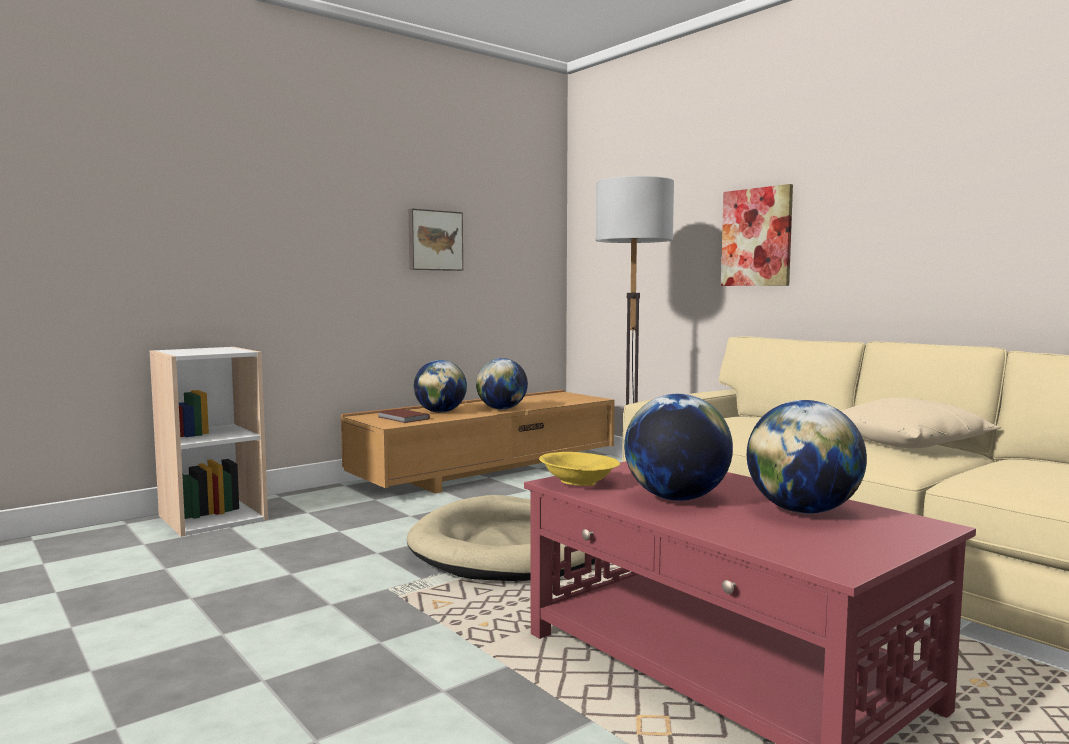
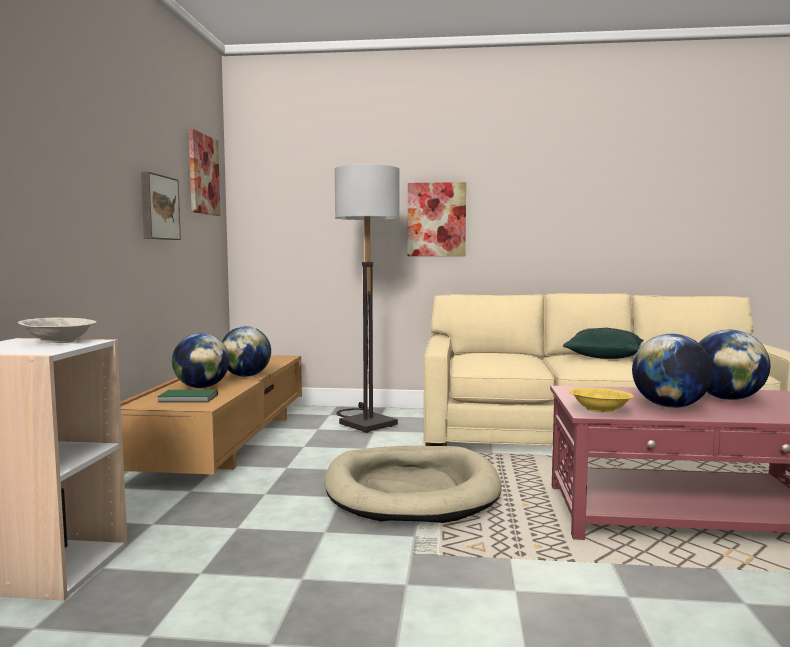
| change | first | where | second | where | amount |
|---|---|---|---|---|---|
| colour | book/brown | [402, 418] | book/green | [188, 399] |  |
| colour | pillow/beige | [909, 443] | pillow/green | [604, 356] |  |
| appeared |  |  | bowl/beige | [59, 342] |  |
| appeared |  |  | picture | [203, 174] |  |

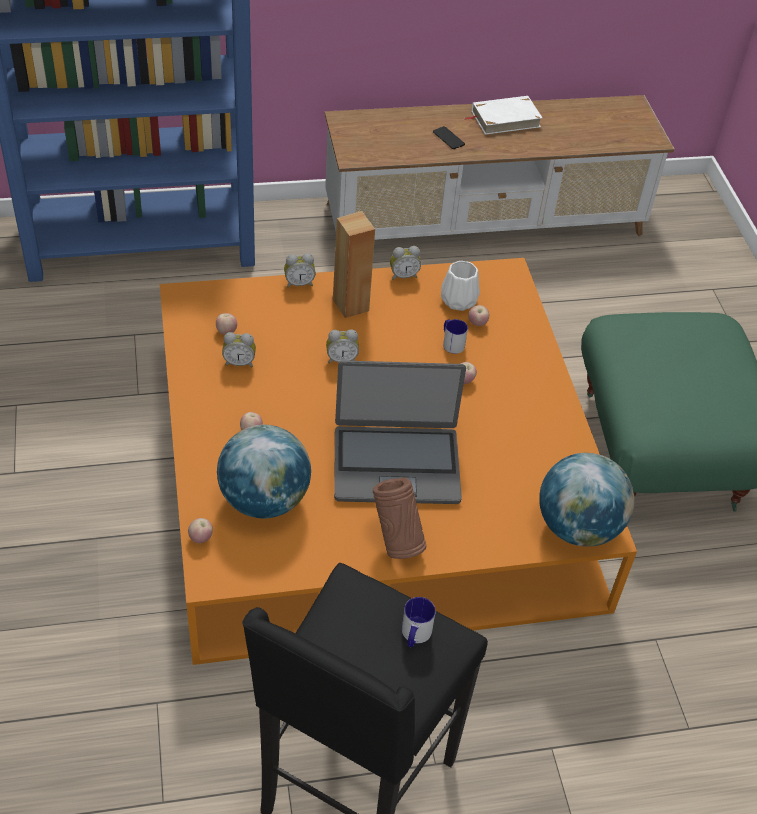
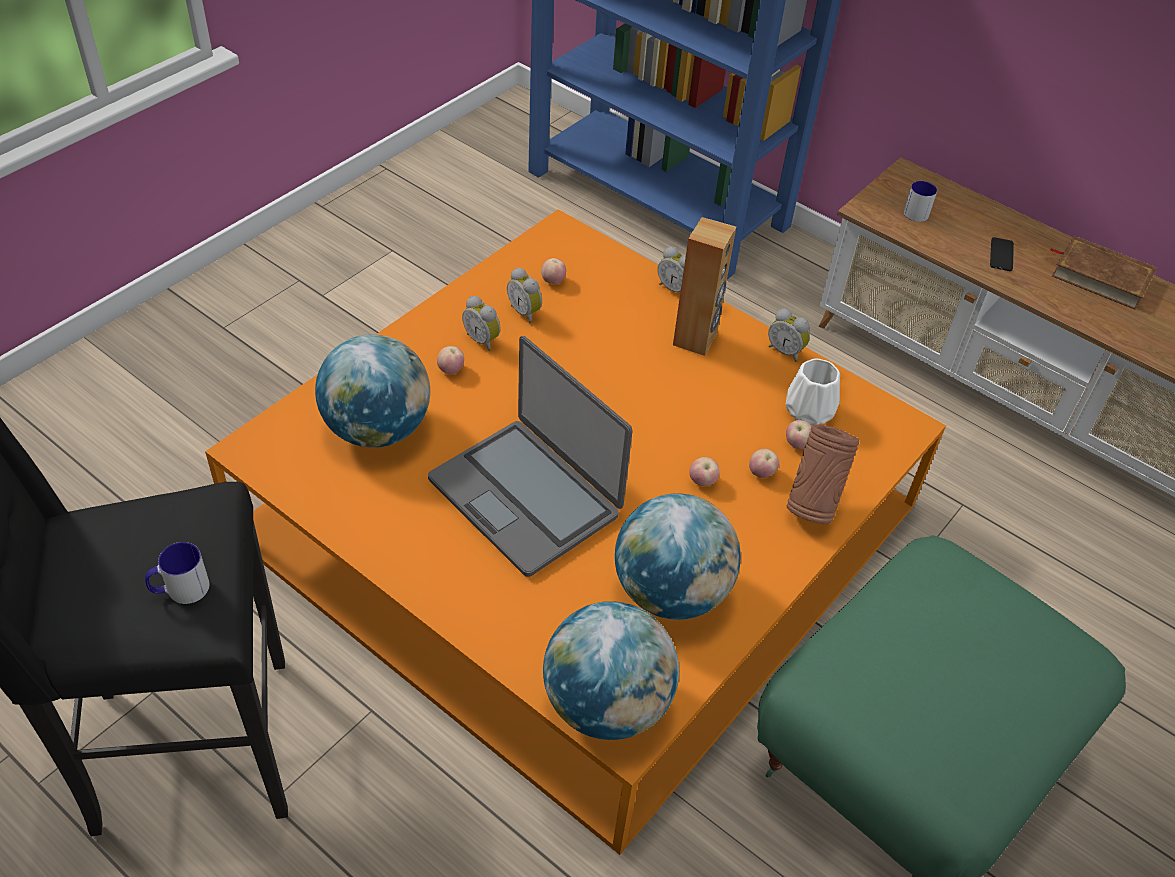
| change | first | where | second | where | amount |
|---|---|---|---|---|---|
| relocated | apple | [201, 538] |  | [761, 473] |  |
| relocated | alarm clock | [341, 359] |  | [483, 340] |  |
| relocated | vase/brown | [396, 541] |  | [812, 504] |  |
| relocated | mug | [451, 343] |  | [917, 211] |  |
| colour | book/white | [505, 119] | book/brown | [1100, 277] |  |
| appeared |  |  | globe | [671, 592] |  |

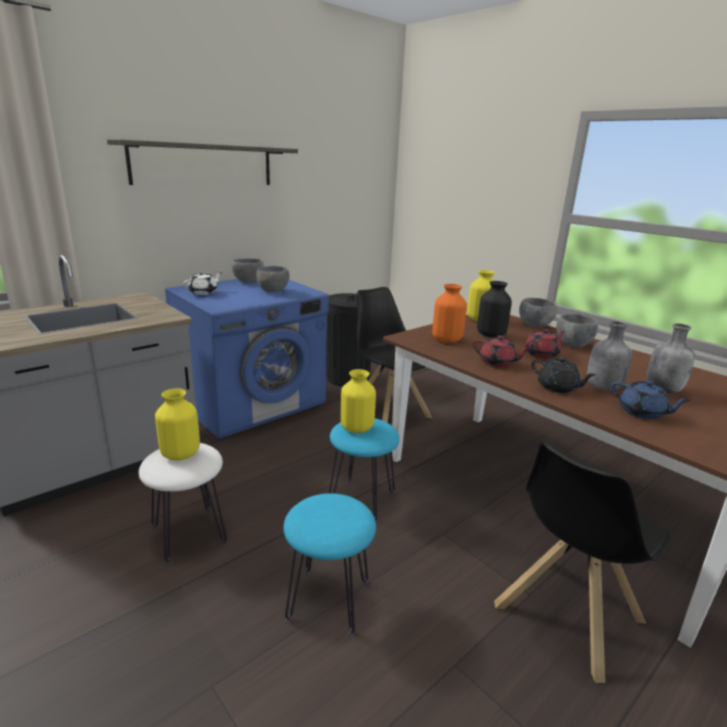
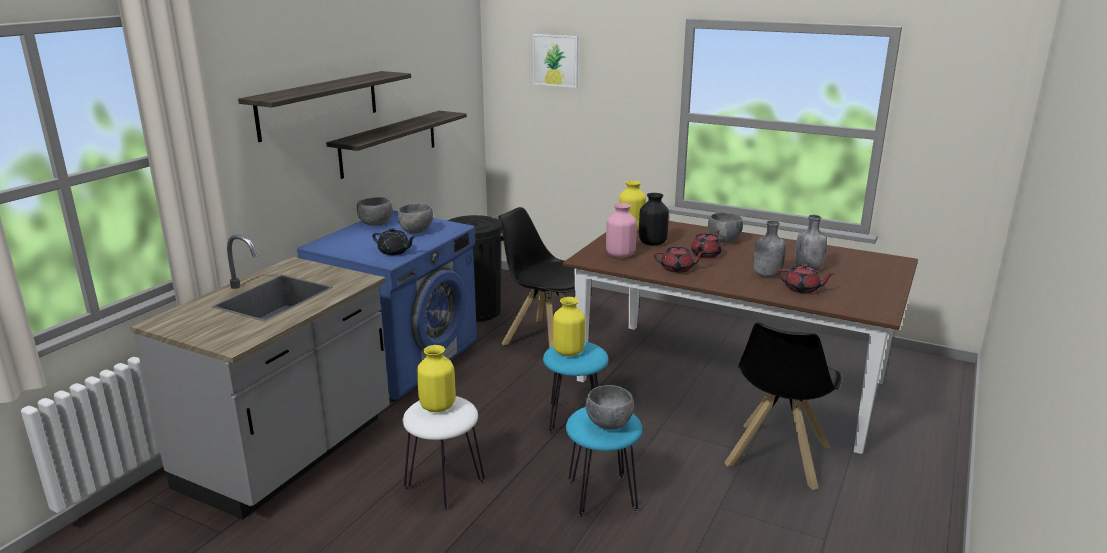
| change | first | where | second | where | amount |
|---|---|---|---|---|---|
| missing | teapot/white | [204, 292] |  |  |  |
| colour | vase/orange | [446, 340] | vase/pink | [620, 255] |  |
| relocated | bowl/grey | [534, 325] |  | [608, 424] |  |
| relocated | teapot/black | [557, 387] |  | [394, 252] |  |
| colour | teapot/blue | [642, 413] | teapot/red | [802, 289] |  |
| appeared |  |  | shelf | [389, 143] |  |
| appeared |  |  | picture | [556, 60] |  |

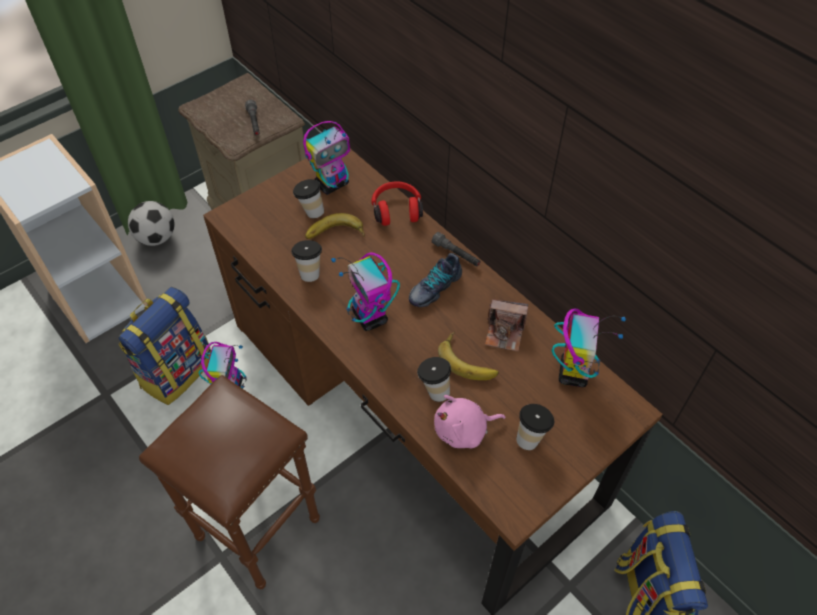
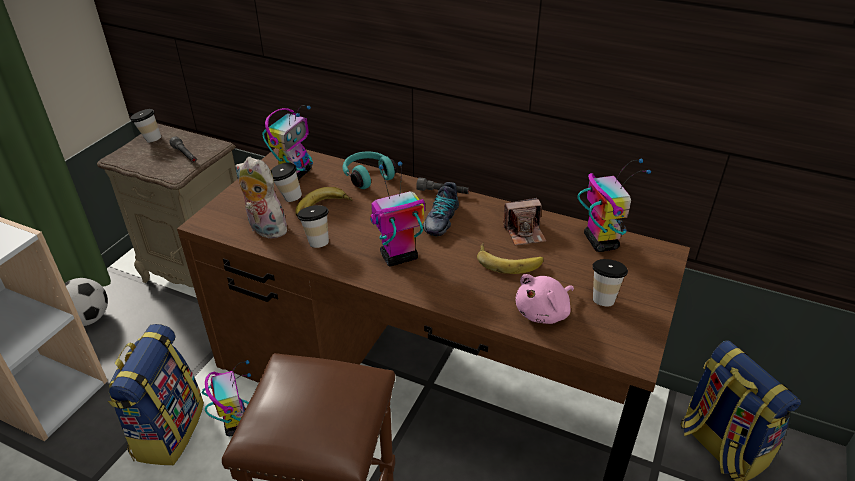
| change | first | where | second | where | amount |
|---|---|---|---|---|---|
| spun | toy robot | [370, 317] |  | [398, 257] | 120 degrees clockwise |
| colour | headphones/red | [396, 210] | headphones/turquoise | [367, 176] |  |
| relocated | cup | [434, 390] |  | [149, 139] |  |
| appeared |  |  | plush toy | [264, 229] |  |

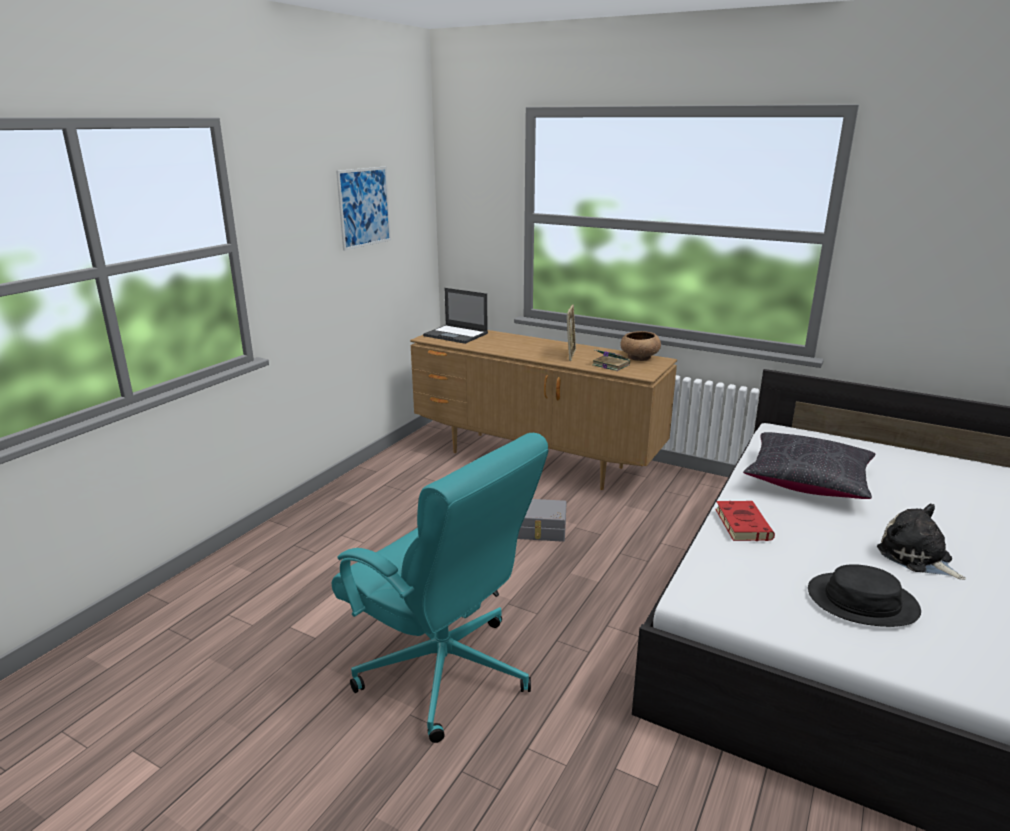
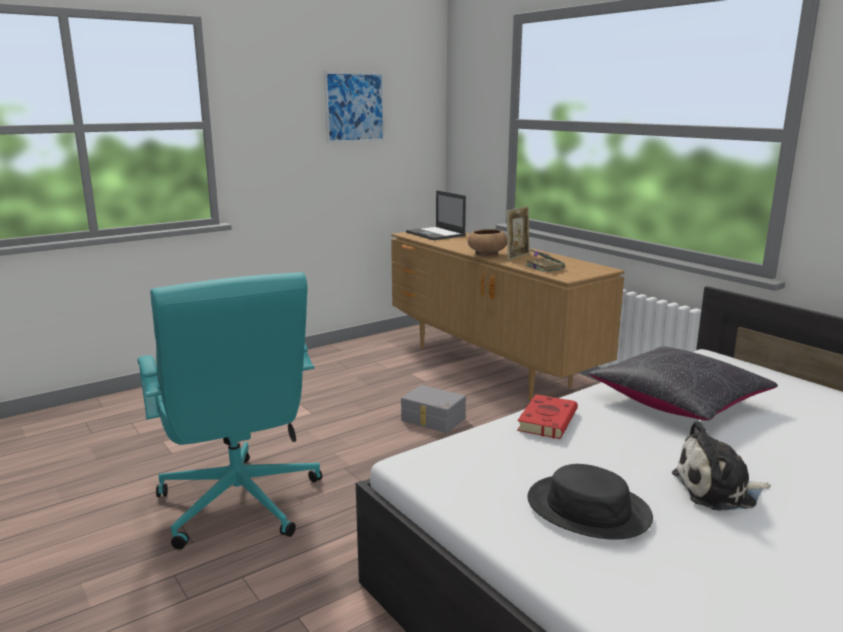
| change | first | where | second | where | amount |
|---|---|---|---|---|---|
| relocated | bowl/brown | [639, 357] |  | [486, 254] |  |
| spun | plush toy | [917, 557] |  | [718, 490] | 90 degrees counterclockwise |

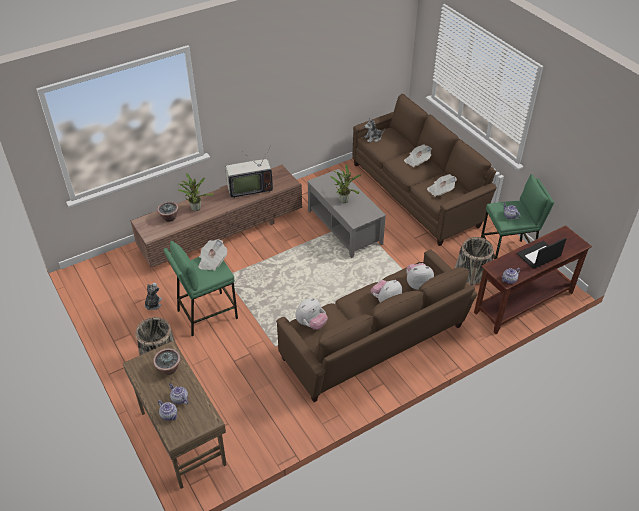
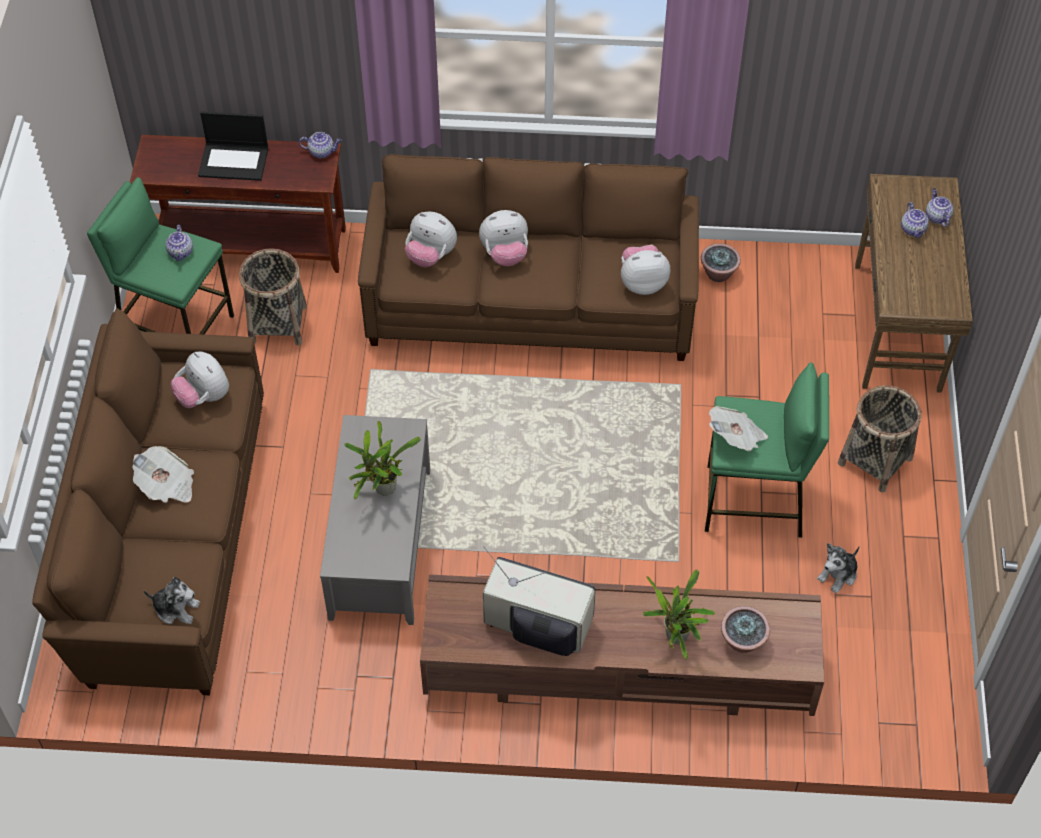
| change | first | where | second | where | amount |
|---|---|---|---|---|---|
| relocated | potted plant | [169, 369] |  | [718, 274] |  |
| exchanged | newspaper | [440, 191] | plush toy | [203, 397] |  |

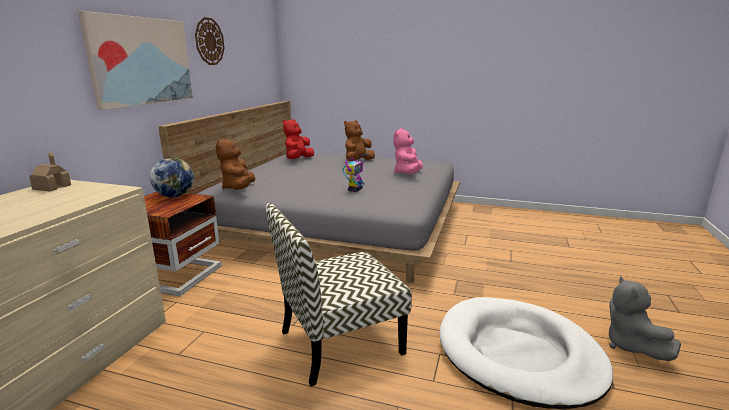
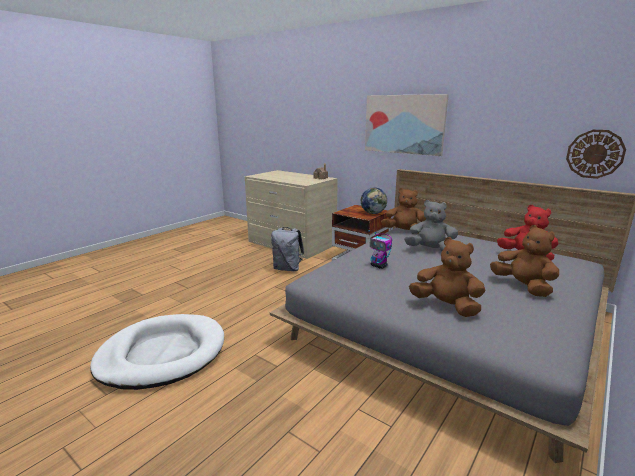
| change | first | where | second | where | amount |
|---|---|---|---|---|---|
| relocated | wall clock | [209, 41] |  | [595, 154] |  |
| missing | chair | [339, 343] |  |  |  |
| colour | plush toy/pink | [408, 173] | plush toy/brown | [446, 306] |  |
| relocated | plush toy/grey | [630, 346] |  | [430, 250] |  |
| appeared |  |  | backpack/grey | [287, 269] |  |

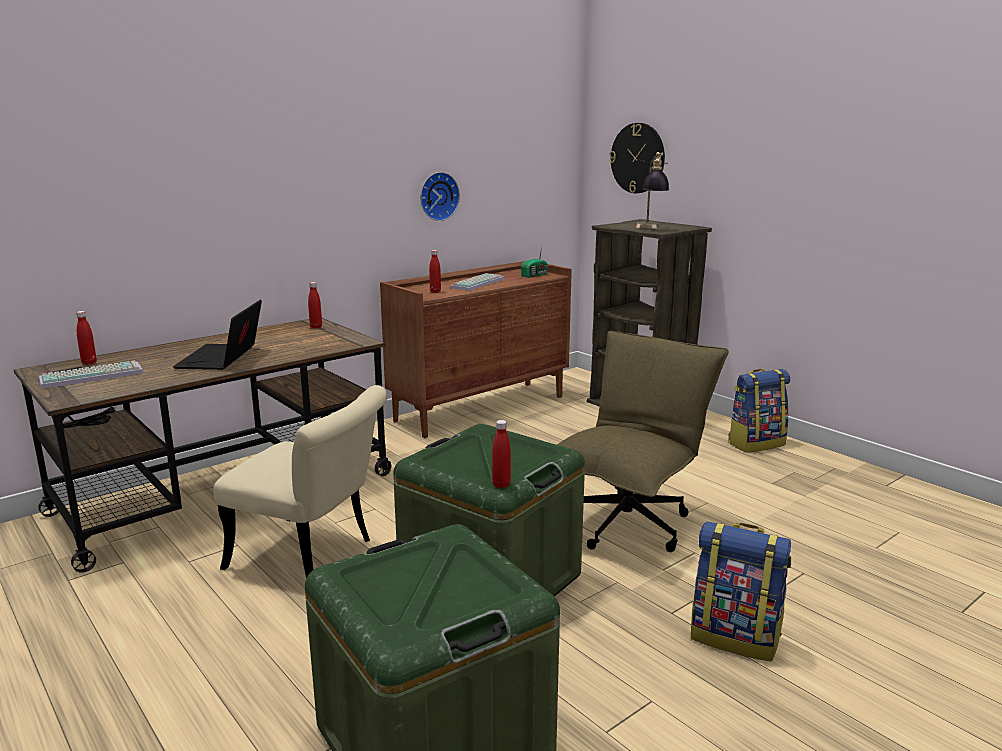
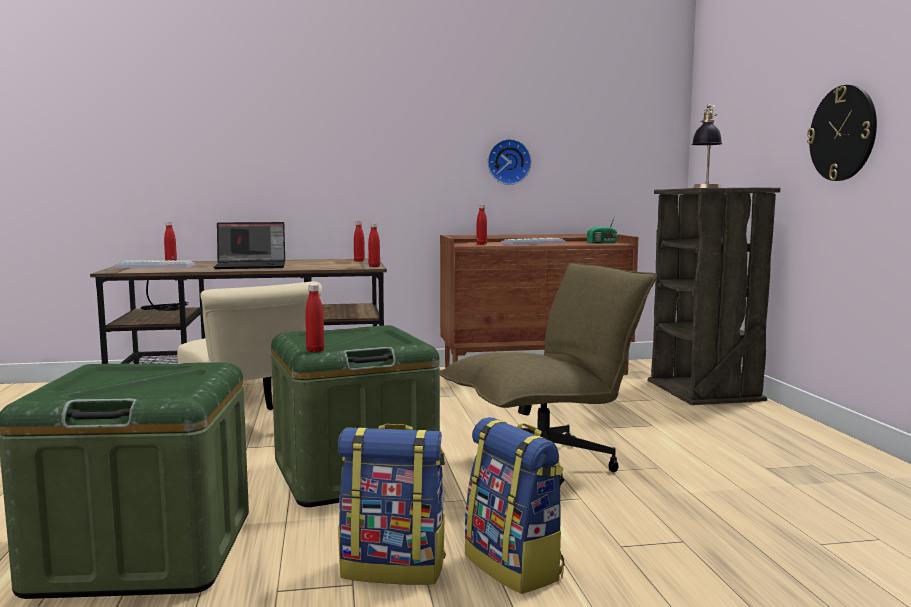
| change | first | where | second | where | amount |
|---|---|---|---|---|---|
| spun | laptop | [222, 358] |  | [252, 266] | 135 degrees counterclockwise |
| relocated | wall clock | [637, 158] |  | [842, 133] |  |
| relocated | backpack | [755, 443] |  | [394, 567] |  |
| appeared |  |  | bottle/red | [374, 266] |  |

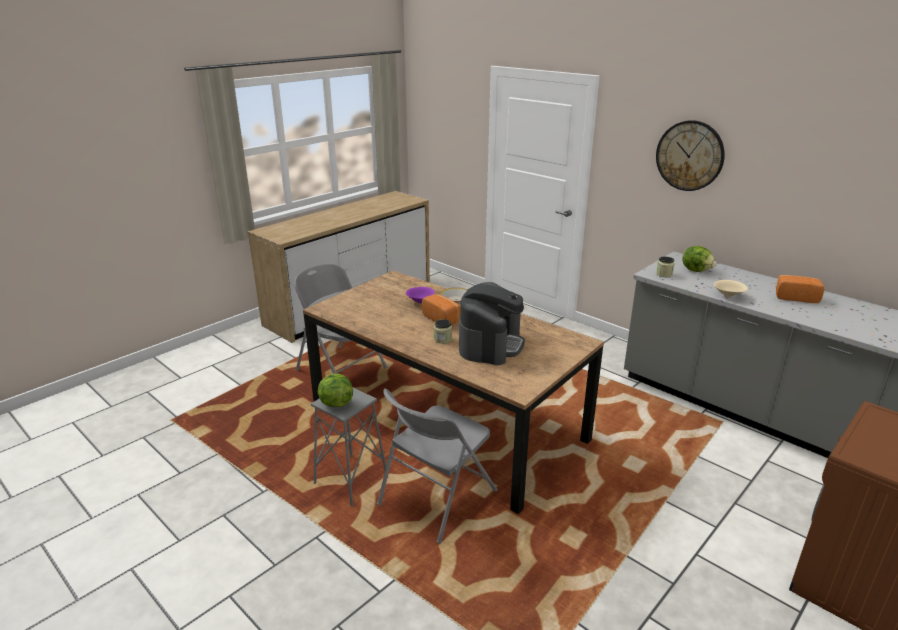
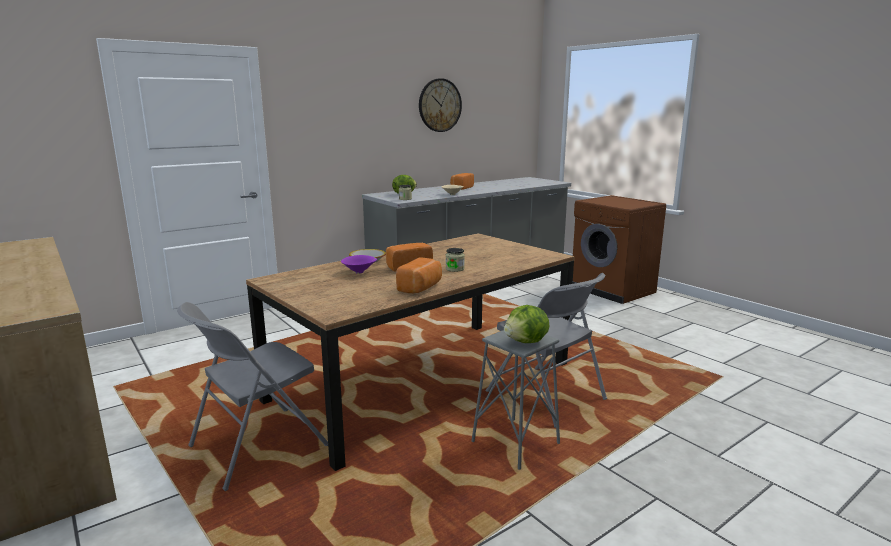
| change | first | where | second | where | amount |
|---|---|---|---|---|---|
| missing | coffee machine | [490, 344] |  |  |  |
| relocated | wall clock | [689, 155] |  | [439, 105] |  |
| appeared |  |  | bread | [421, 287] |  |

